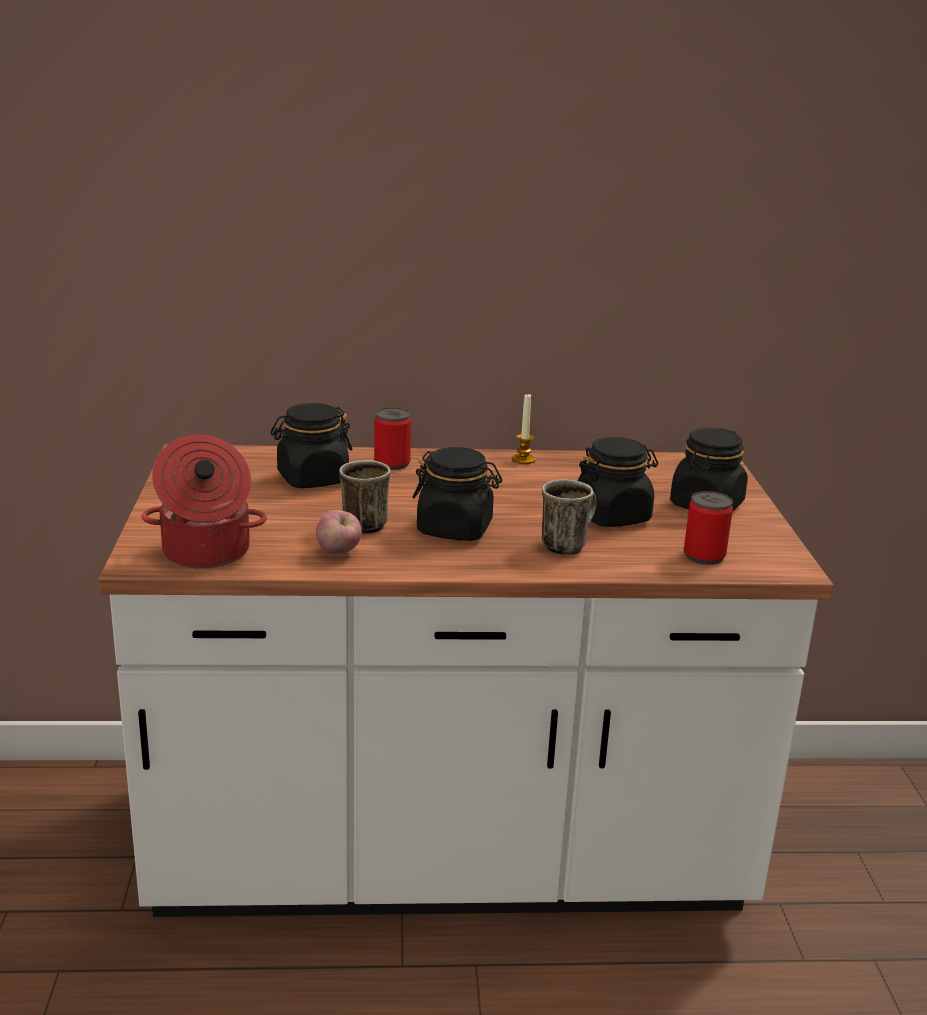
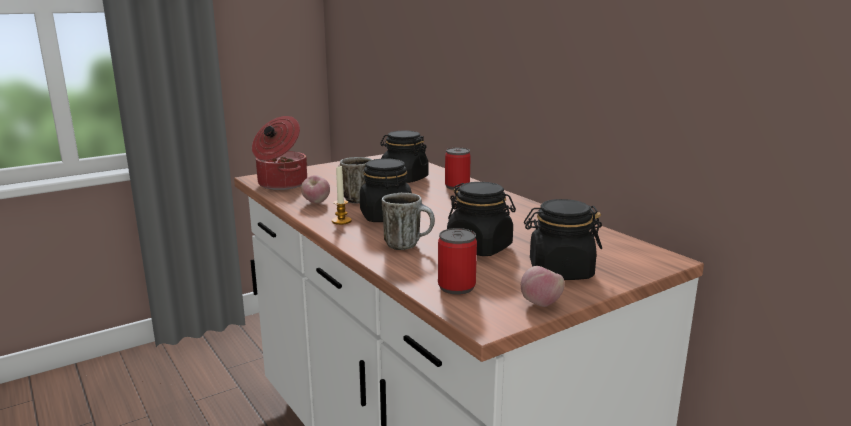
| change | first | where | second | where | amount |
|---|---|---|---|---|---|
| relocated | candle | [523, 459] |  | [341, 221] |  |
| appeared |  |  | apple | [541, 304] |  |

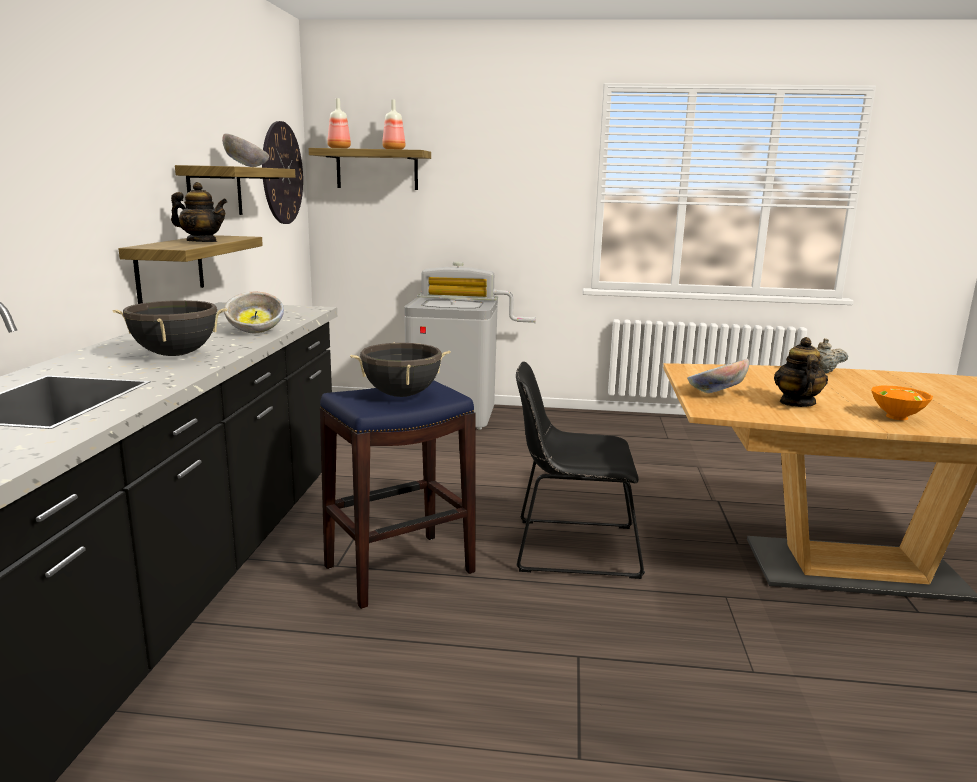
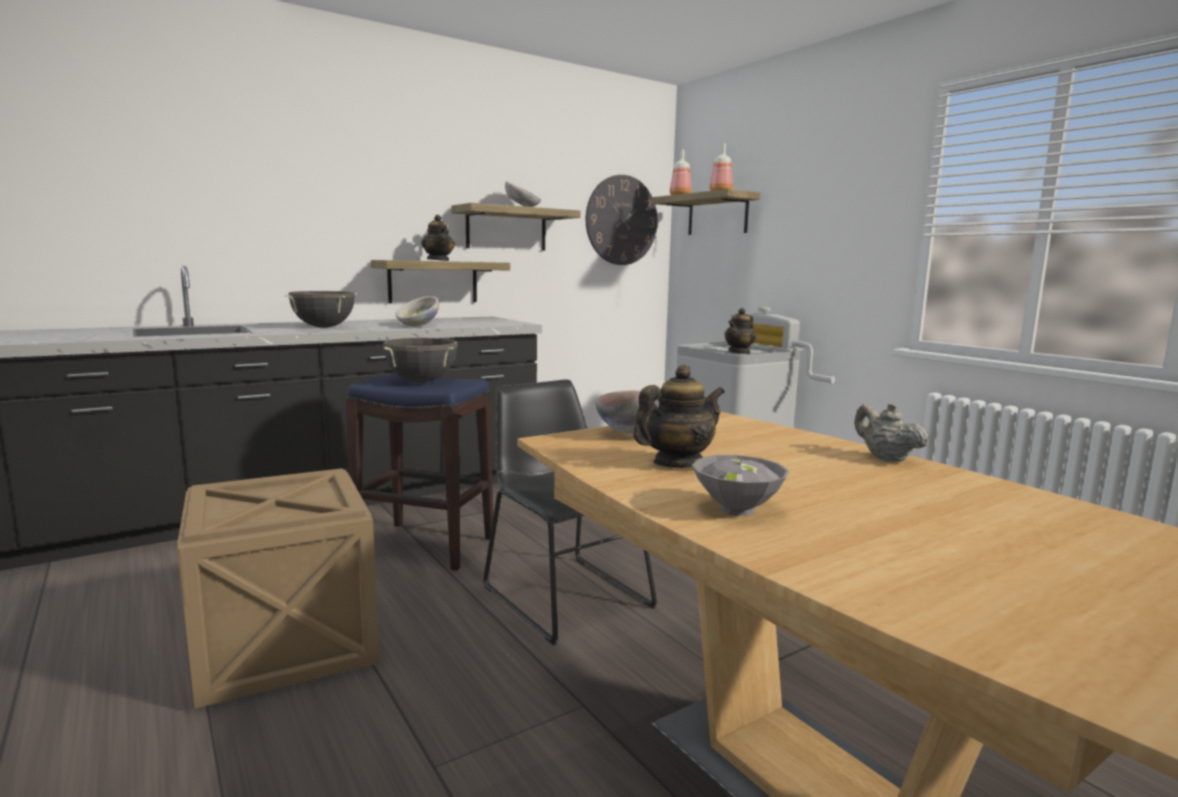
| change | first | where | second | where | amount |
|---|---|---|---|---|---|
| colour | bowl/orange | [896, 416] | bowl/grey | [738, 509] |  |
| appeared |  |  | crate | [285, 642] |  |
| appeared |  |  | teapot | [739, 352] |  |

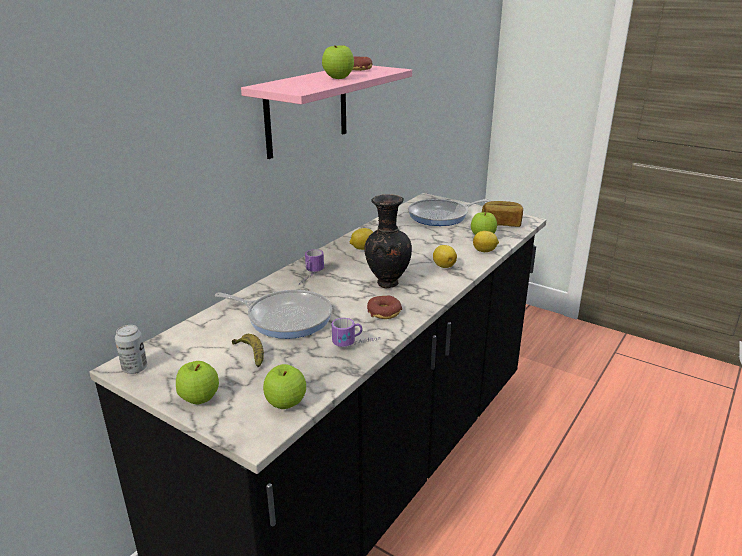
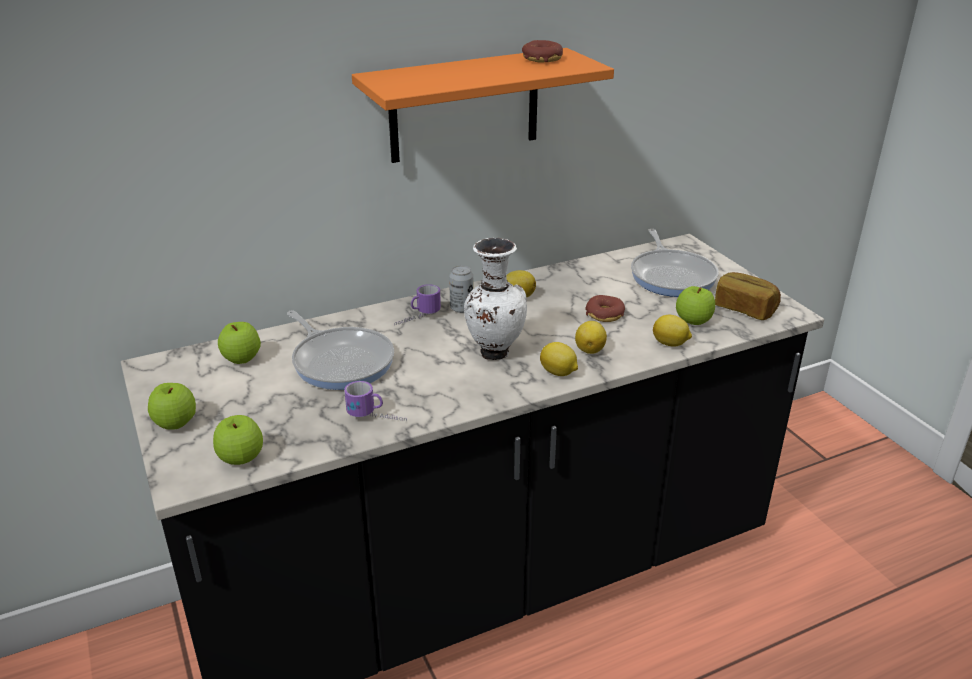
| change | first | where | second | where | amount |
|---|---|---|---|---|---|
| relocated | can | [135, 368] |  | [461, 308] |  |
| missing | banana | [251, 354] |  |  |  |
| colour | shelf/pink | [307, 110] | shelf/orange | [464, 106] |  |
| relocated | apple | [338, 78] |  | [242, 359] |  |
| colour | vase/black | [386, 283] | vase/white | [494, 352] |  |
| relocated | donut | [384, 312] |  | [605, 314] |  |
| spun | frying pan | [441, 216] |  | [672, 276] | 105 degrees counterclockwise |
| appeared |  |  | lemon | [558, 373] |  |

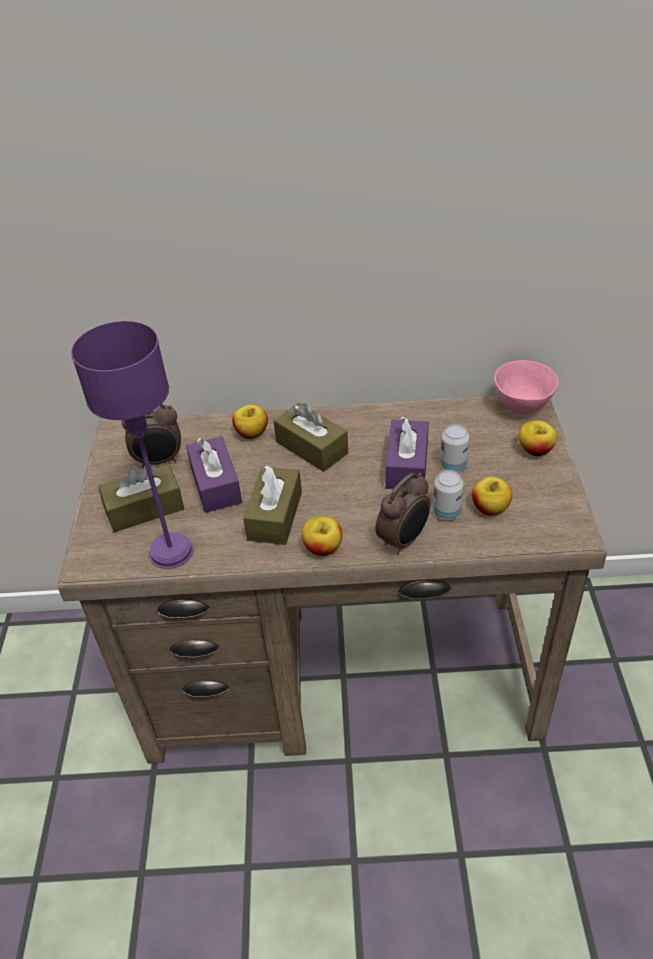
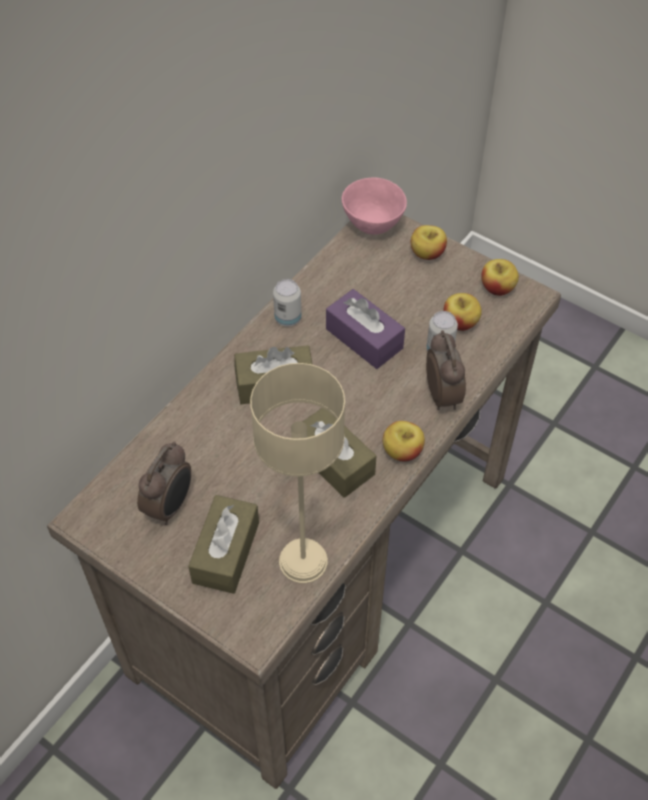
| change | first | where | second | where | amount |
|---|---|---|---|---|---|
| colour | table lamp/purple | [171, 552] | table lamp/beige | [304, 561] |  |
| missing | tissue box/purple | [216, 484] |  |  |  |
| relocated | apple | [251, 433] |  | [497, 288] |  |
| relocated | can | [453, 465] |  | [288, 318] |  |

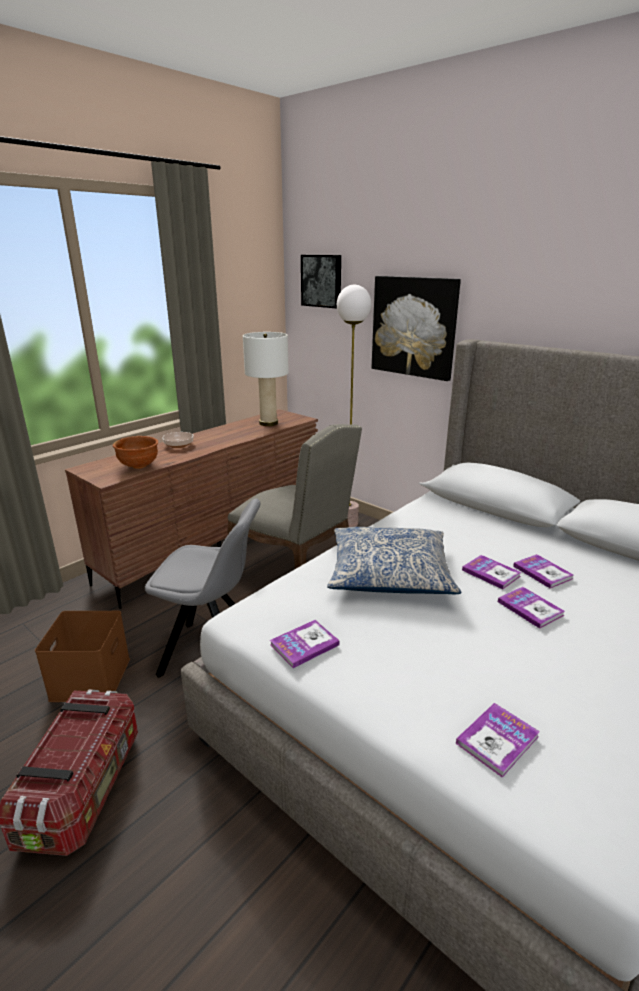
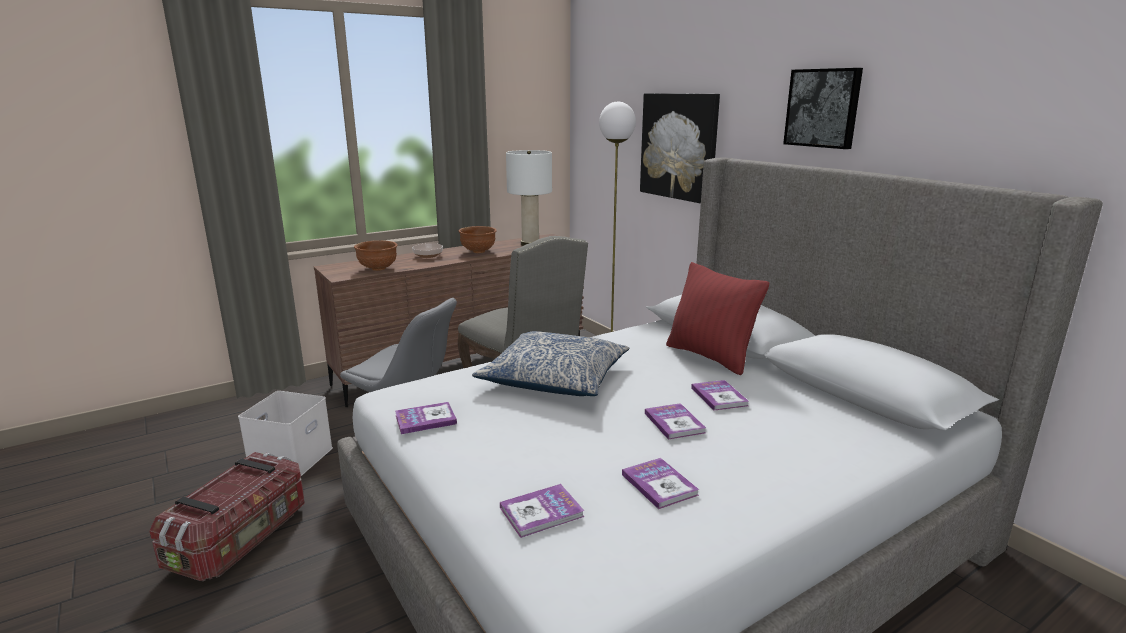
| change | first | where | second | where | amount |
|---|---|---|---|---|---|
| colour | storage box/brown | [90, 678] | storage box/white | [291, 457] |  |
| relocated | picture | [322, 281] |  | [823, 108] |  |
| relocated | book | [491, 573] |  | [659, 484] |  |
| appeared |  |  | bowl/brown | [478, 252] |  |
| appeared |  |  | pillow/red | [710, 357] |  |

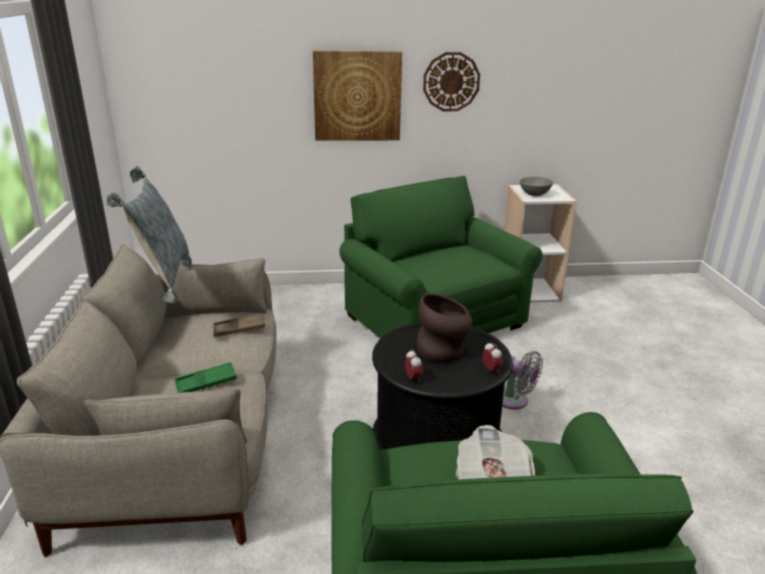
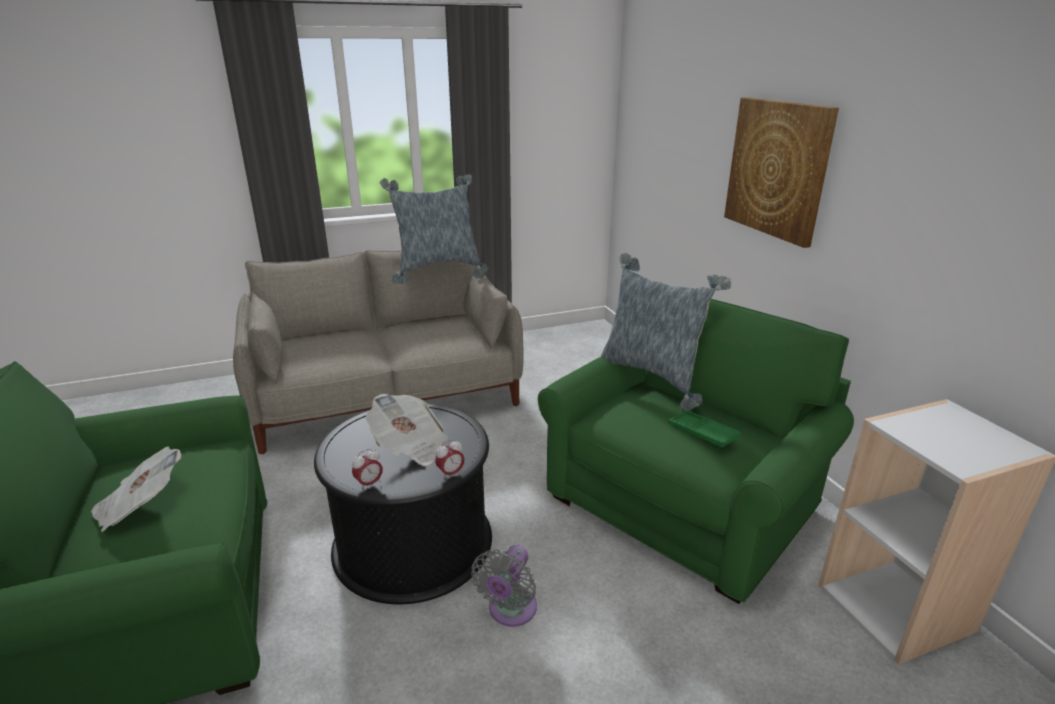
| change | first | where | second | where | amount |
|---|---|---|---|---|---|
| relocated | tray/green | [206, 383] |  | [702, 433] |  |
| missing | tray/brown | [239, 329] |  |  |  |
| relocated | alarm clock | [413, 378] |  | [450, 473] |  |
| exchanged | vase/brown | [443, 352] | newspaper | [409, 446] |  |
| missing | wall clock | [451, 82] |  |  |  |
| missing | bowl/grey | [534, 194] |  |  |  |
| appeared |  |  | pillow | [650, 385] |  |

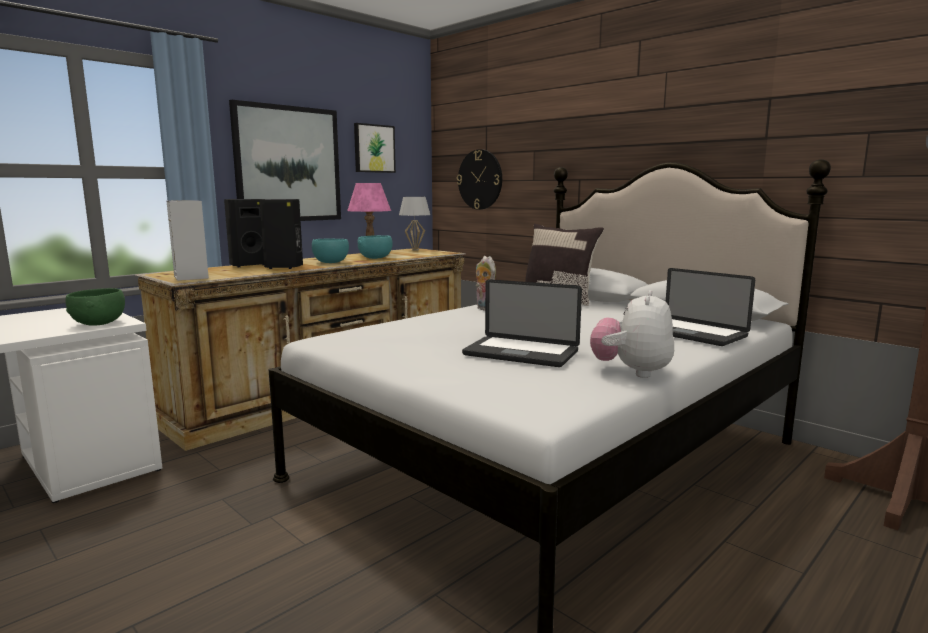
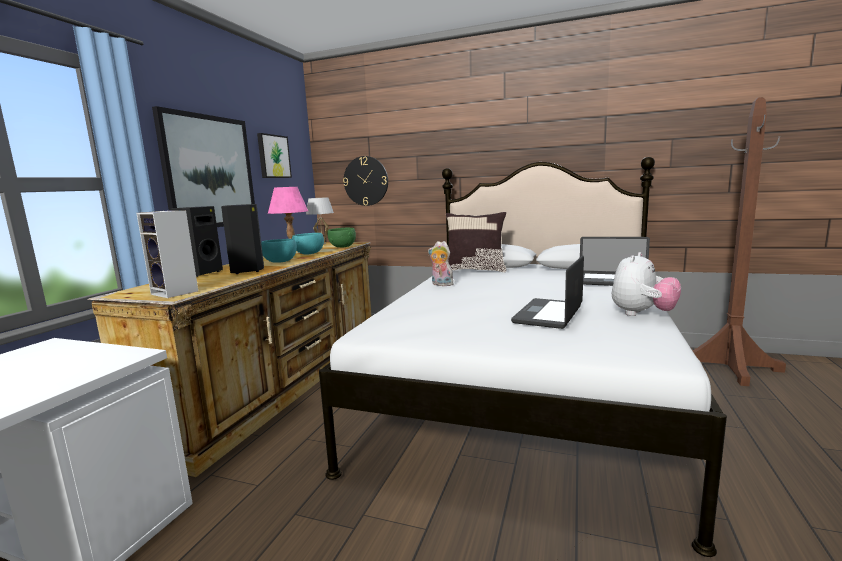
| change | first | where | second | where | amount |
|---|---|---|---|---|---|
| relocated | bowl/green | [99, 323] |  | [342, 247] |  |
| spun | laptop | [521, 353] |  | [548, 314] | 120 degrees clockwise |
| spun | plush toy | [631, 372] |  | [642, 314] | 135 degrees counterclockwise |

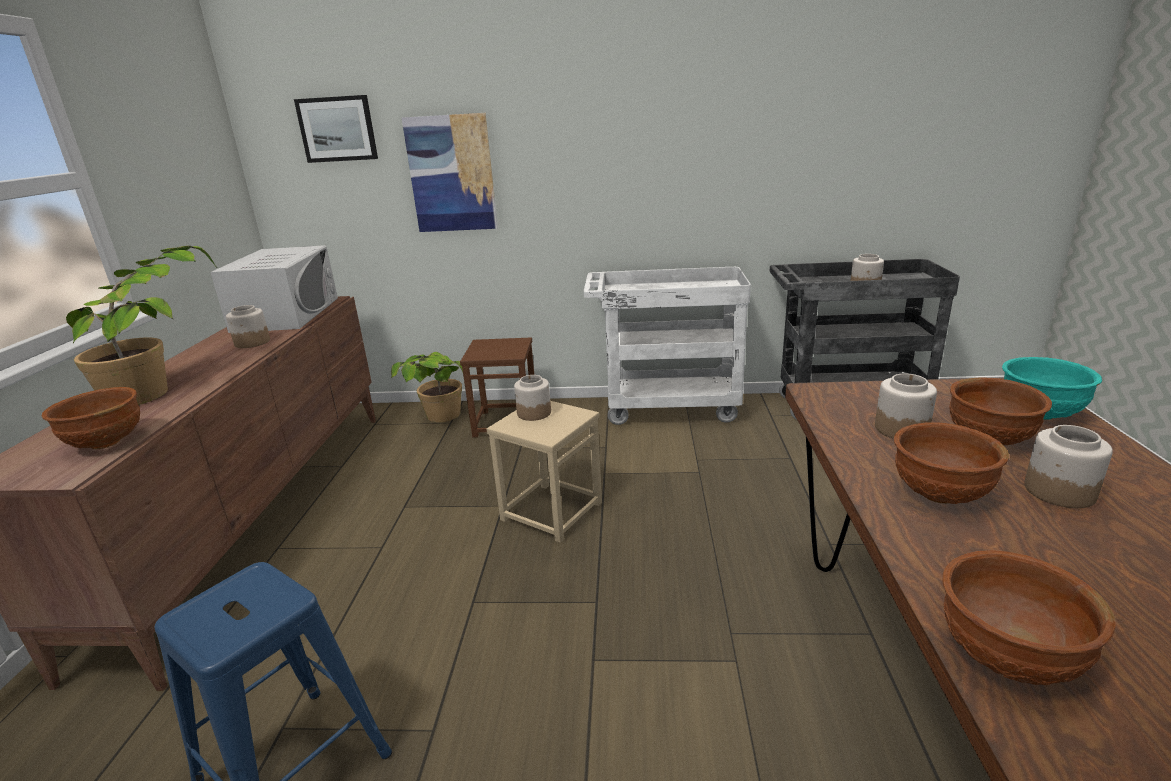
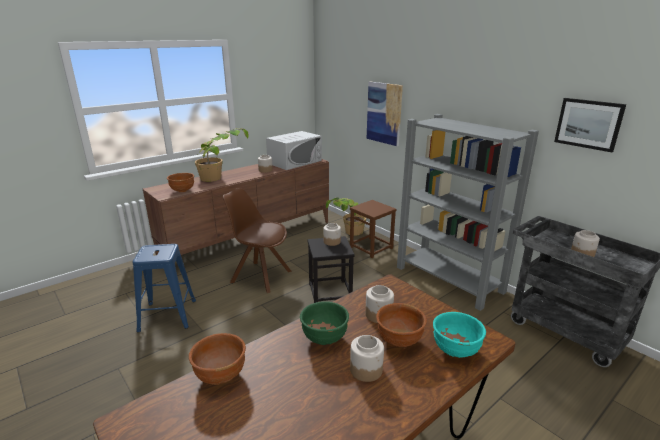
| change | first | where | second | where | amount |
|---|---|---|---|---|---|
| relocated | picture | [337, 129] |  | [588, 124] |  |
| colour | stool/beige | [551, 511] | stool/black | [330, 292] |  |
| exchanged | cart/white | [665, 412] | bookcase/grey | [449, 279] |  |
| colour | bowl/brown | [938, 494] | bowl/green | [324, 338] |  |
| appeared |  |  | chair/brown | [260, 276] |  |

